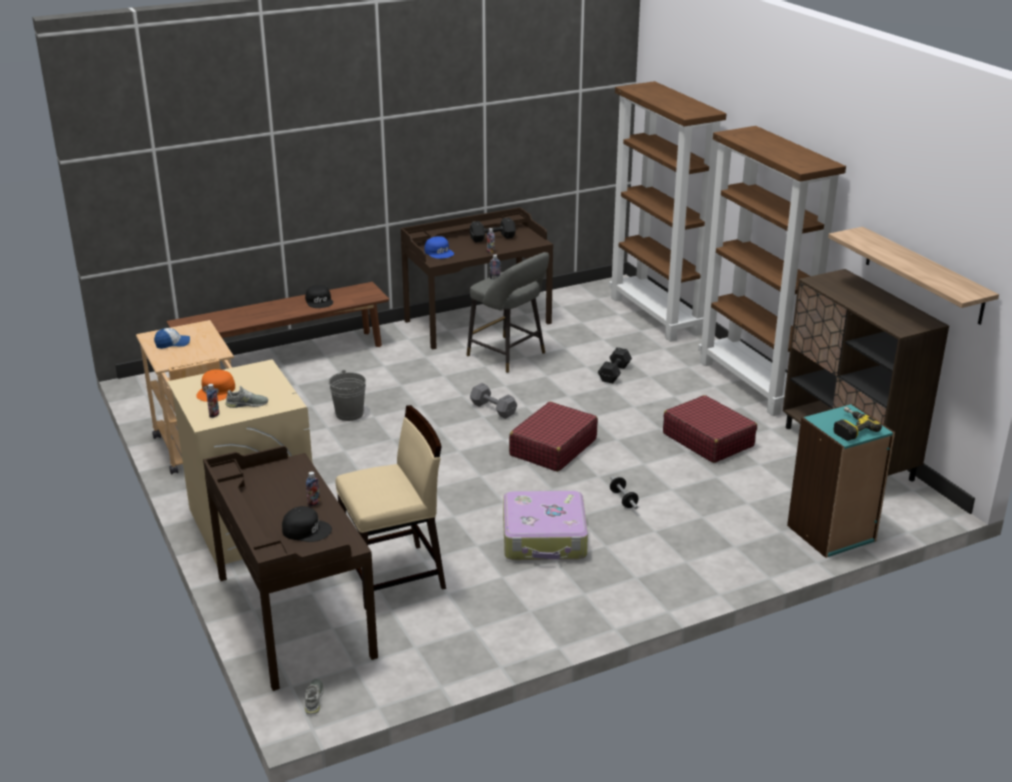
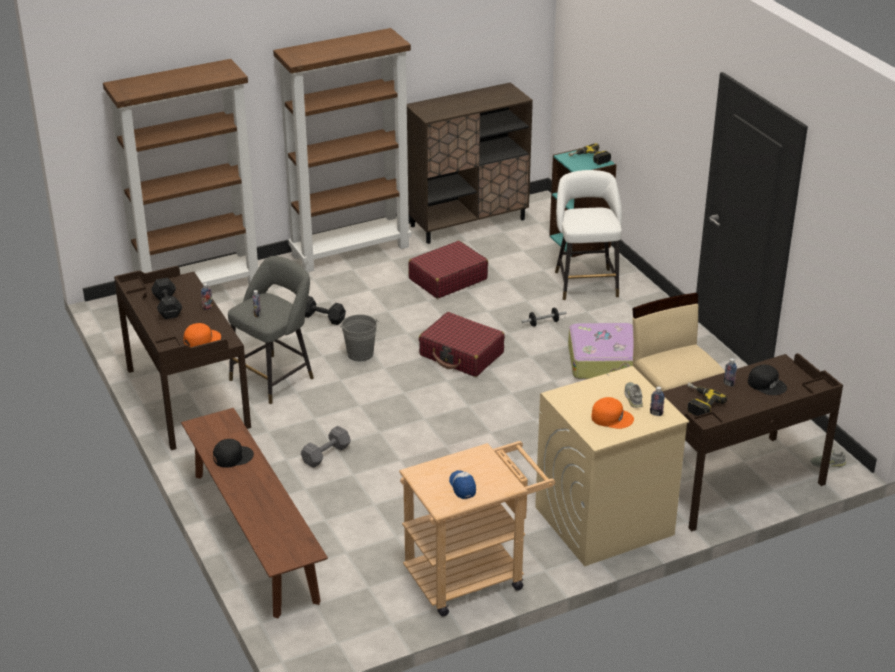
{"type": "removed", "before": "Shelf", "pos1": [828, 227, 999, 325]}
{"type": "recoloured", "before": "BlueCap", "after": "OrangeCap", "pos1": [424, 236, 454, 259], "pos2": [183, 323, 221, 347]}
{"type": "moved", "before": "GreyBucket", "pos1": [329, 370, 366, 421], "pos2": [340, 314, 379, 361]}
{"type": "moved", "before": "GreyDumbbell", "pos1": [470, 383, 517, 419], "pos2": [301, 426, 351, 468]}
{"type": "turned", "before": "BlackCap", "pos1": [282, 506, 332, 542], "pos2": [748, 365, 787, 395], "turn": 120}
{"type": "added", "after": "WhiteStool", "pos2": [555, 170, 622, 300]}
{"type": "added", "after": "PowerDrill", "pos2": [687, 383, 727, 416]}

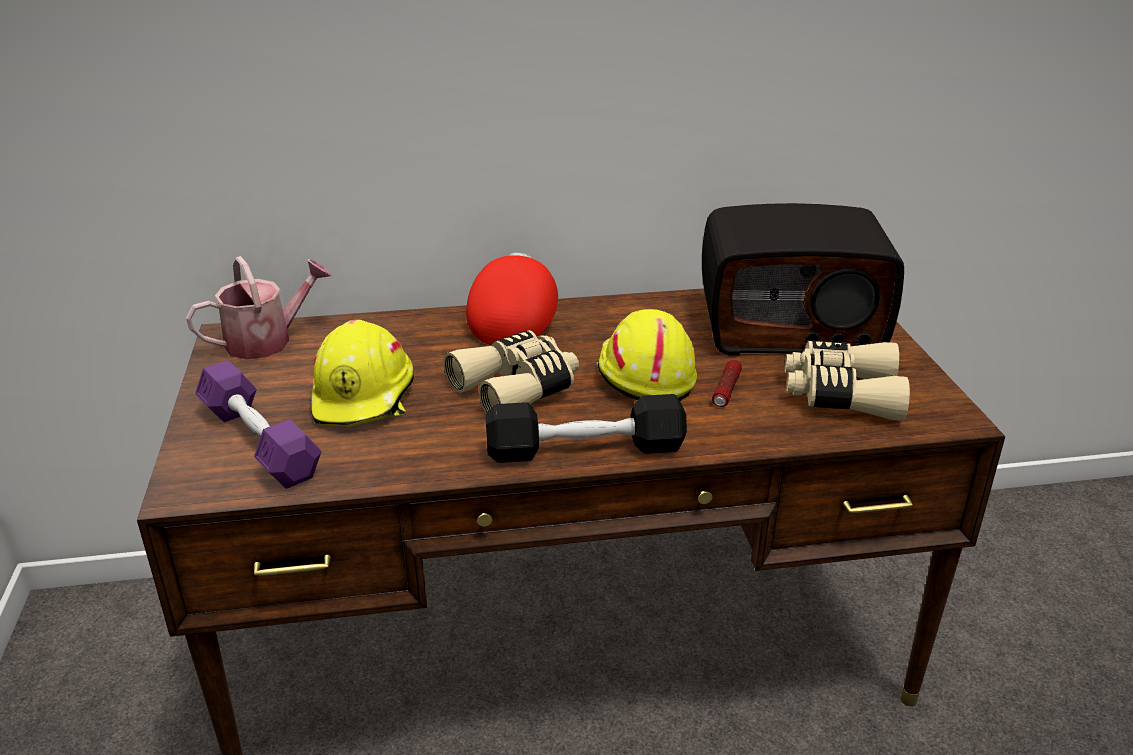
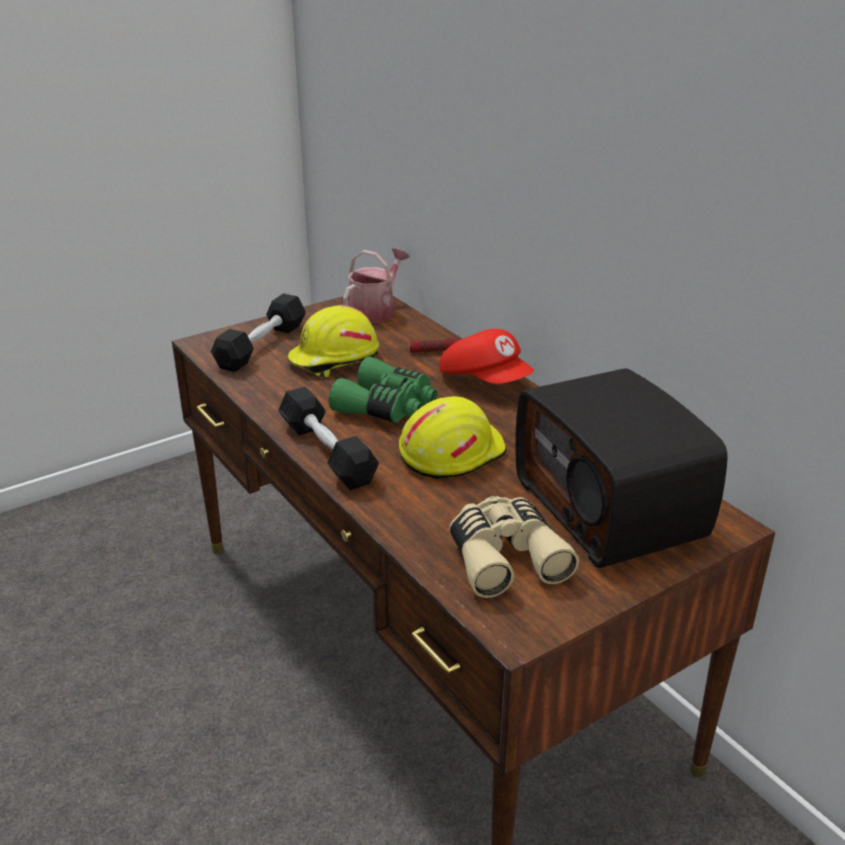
{"type": "turned", "before": "RedCap", "pos1": [466, 253, 558, 345], "pos2": [439, 329, 534, 384], "turn": 60}
{"type": "turned", "before": "WateringCan", "pos1": [186, 256, 332, 359], "pos2": [343, 248, 409, 323], "turn": -90}
{"type": "recoloured", "before": "BeigeBinoculars", "after": "GreenBinoculars", "pos1": [444, 330, 579, 413], "pos2": [328, 357, 438, 423]}
{"type": "recoloured", "before": "PurpleDumbbell", "after": "BlackDumbbell", "pos1": [195, 360, 321, 489], "pos2": [211, 294, 306, 372]}
{"type": "moved", "before": "Flashlight", "pos1": [712, 360, 742, 407], "pos2": [409, 338, 458, 353]}

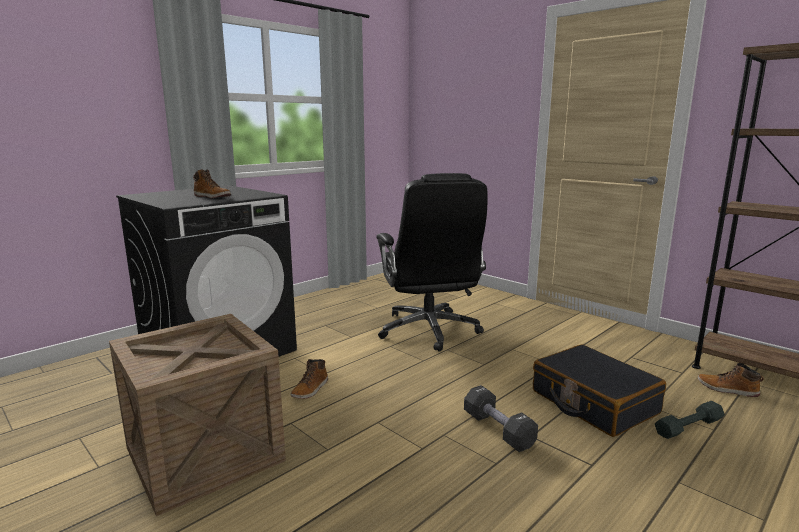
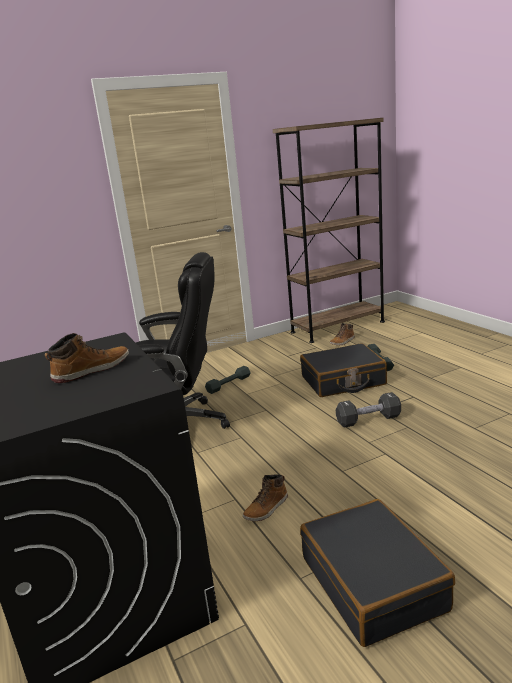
{"type": "replaced", "before": "Crate", "after": "BlackSuitcase", "pos1": [109, 314, 286, 516], "pos2": [300, 499, 455, 647]}
{"type": "turned", "before": "Boot", "pos1": [291, 359, 328, 399], "pos2": [243, 474, 288, 521], "turn": 90}
{"type": "added", "after": "GreyDumbbell", "pos2": [205, 366, 251, 394]}

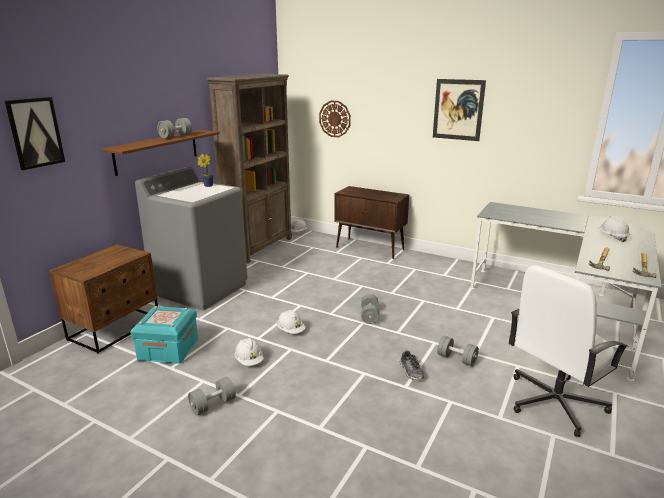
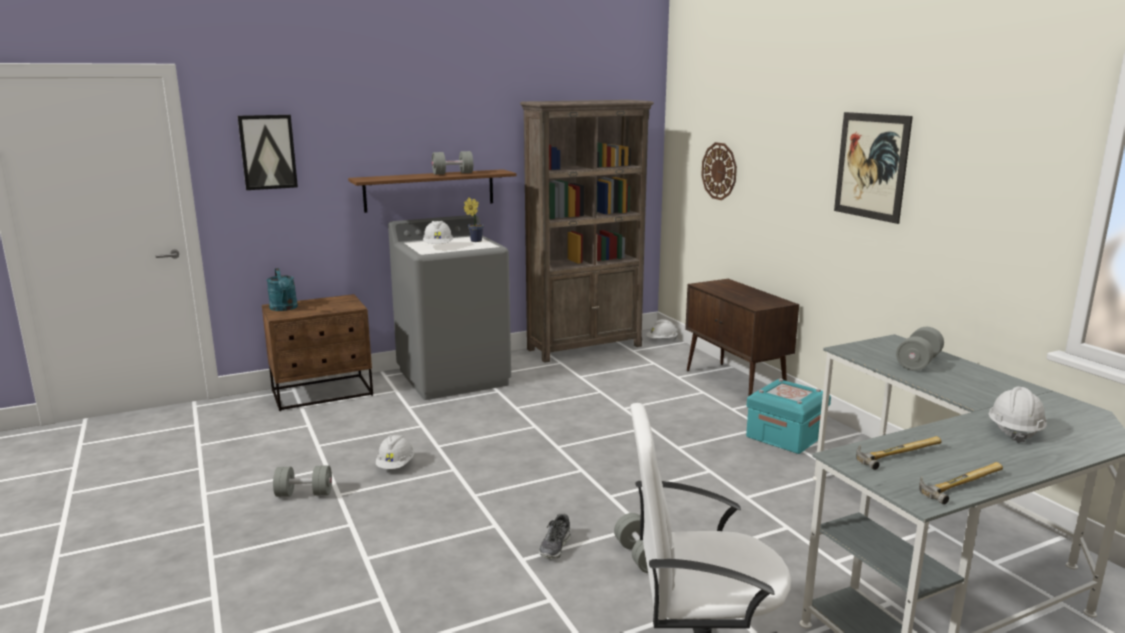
{"type": "moved", "before": "GreyDumbbell", "pos1": [361, 294, 379, 324], "pos2": [896, 327, 944, 371]}
{"type": "moved", "before": "TurquoiseStorageBox", "pos1": [130, 306, 198, 364], "pos2": [746, 379, 831, 454]}
{"type": "moved", "before": "WhiteHardHat", "pos1": [277, 310, 305, 334], "pos2": [423, 221, 453, 244]}
{"type": "added", "after": "TurquoiseWateringCan", "pos2": [267, 268, 298, 311]}

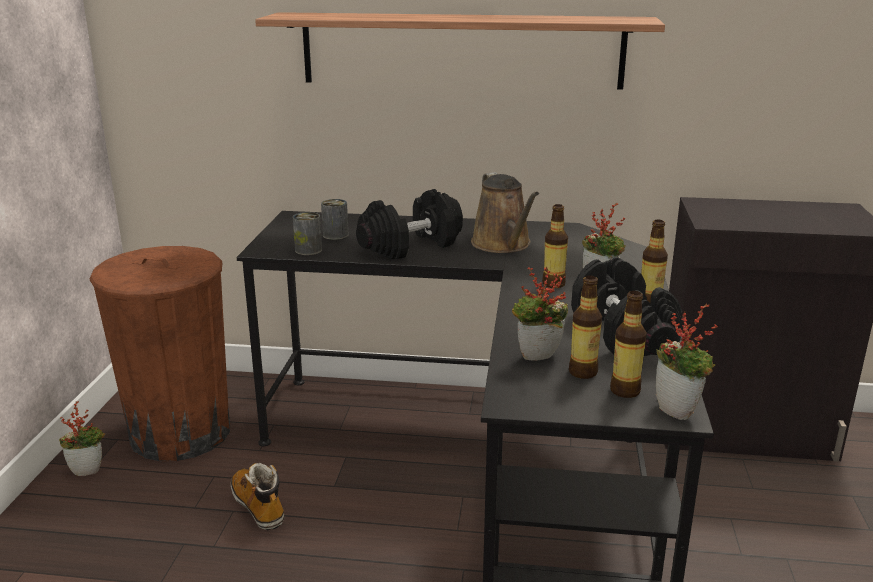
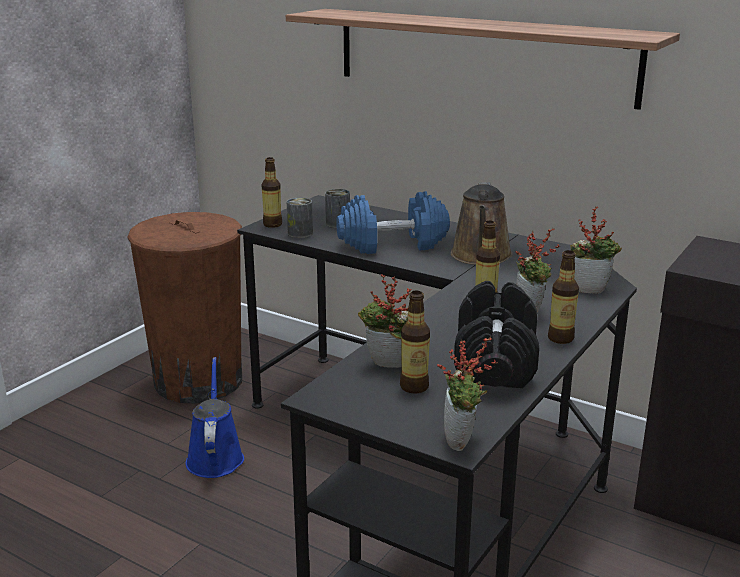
{"type": "recoloured", "before": "BlackDumbbell", "after": "BlueDumbbell", "pos1": [356, 189, 463, 260], "pos2": [336, 191, 450, 254]}
{"type": "moved", "before": "Bottle", "pos1": [610, 291, 647, 398], "pos2": [261, 157, 282, 228]}
{"type": "moved", "before": "PottedPlant", "pos1": [59, 401, 105, 476], "pos2": [570, 206, 622, 294]}
{"type": "replaced", "before": "Boot", "after": "BlueWateringCan", "pos1": [231, 463, 284, 530], "pos2": [186, 357, 244, 478]}

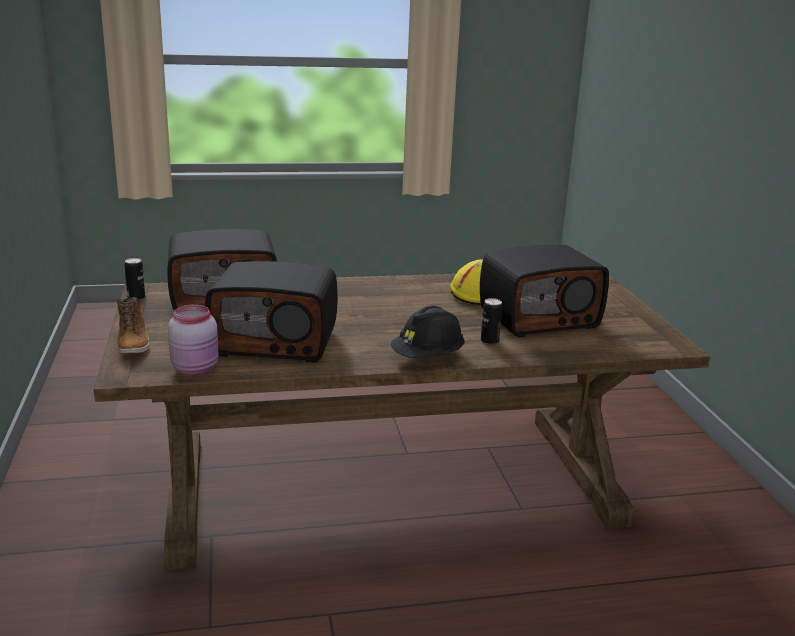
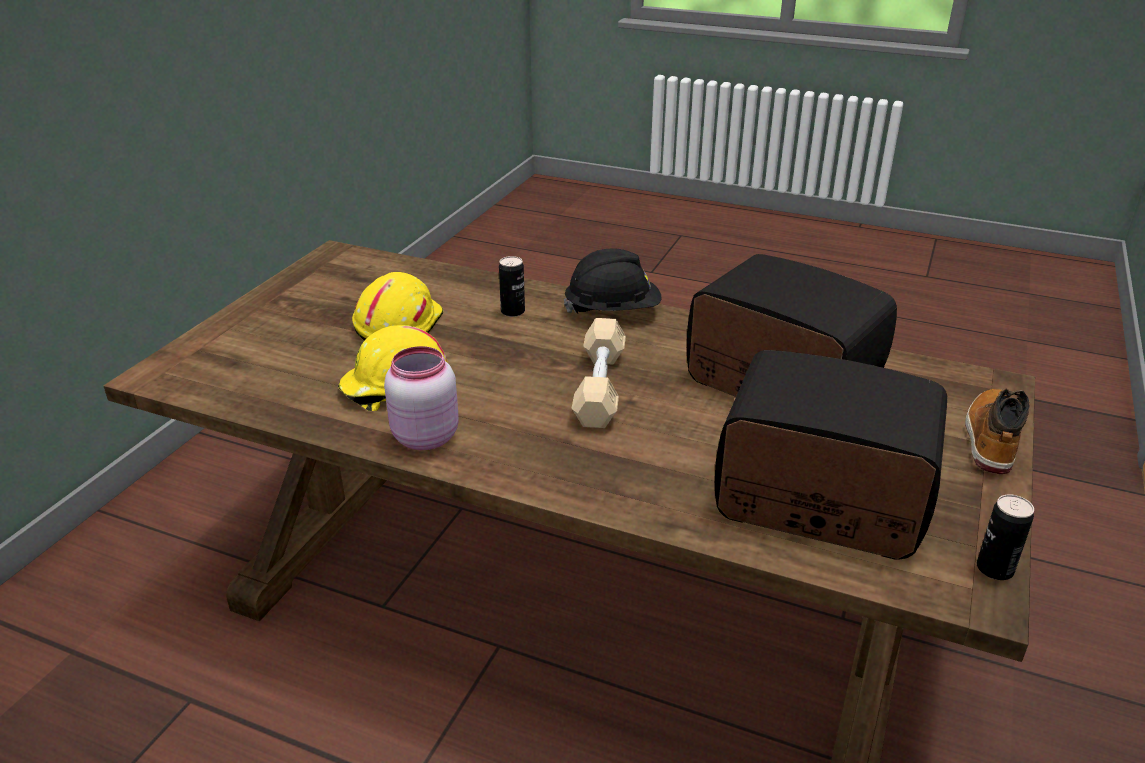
{"type": "replaced", "before": "Radio", "after": "YellowHardHat", "pos1": [480, 245, 609, 337], "pos2": [352, 272, 443, 340]}
{"type": "moved", "before": "PinkJar", "pos1": [168, 305, 219, 376], "pos2": [384, 346, 459, 450]}
{"type": "added", "after": "BeigeDumbbell", "pos2": [572, 318, 626, 428]}

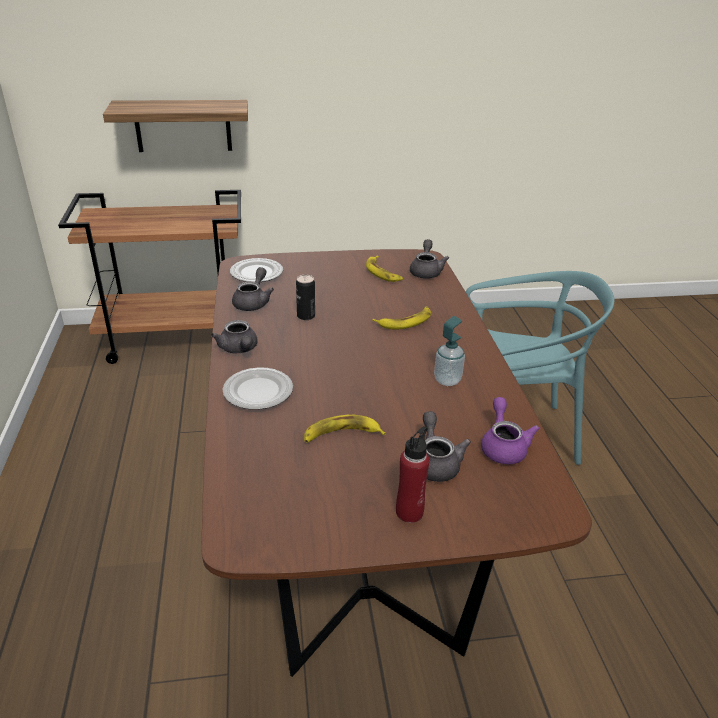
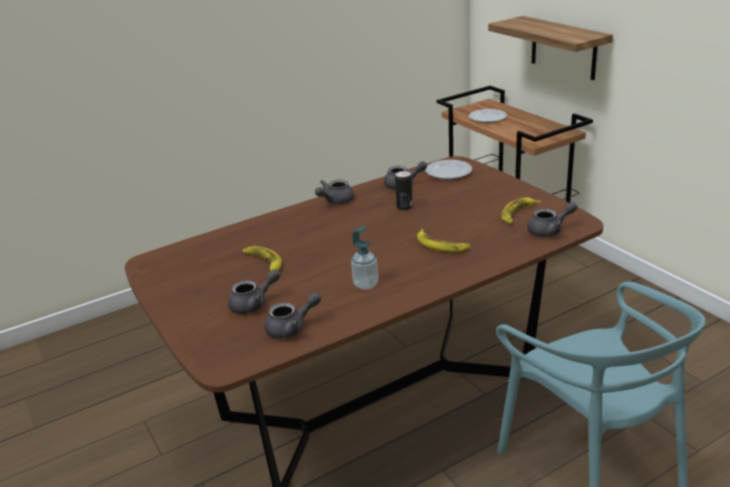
{"type": "moved", "before": "Plate", "pos1": [223, 367, 293, 410], "pos2": [469, 109, 507, 123]}
{"type": "recoloured", "before": "PurpleTeapot", "after": "GreyTeapot", "pos1": [481, 397, 539, 464], "pos2": [264, 292, 321, 339]}
{"type": "removed", "before": "RedBottle", "pos1": [396, 426, 430, 523]}

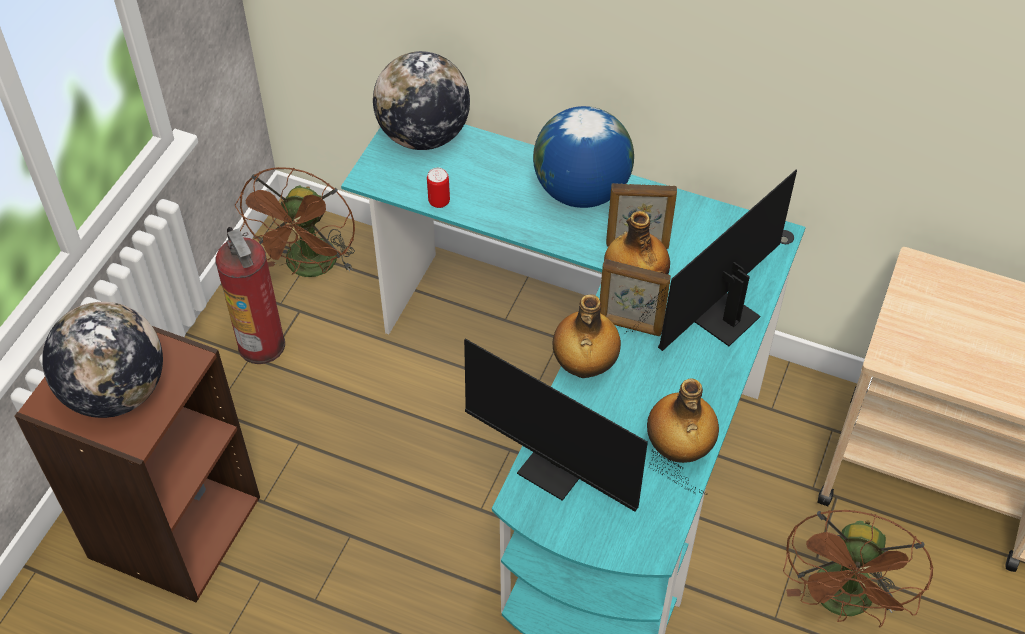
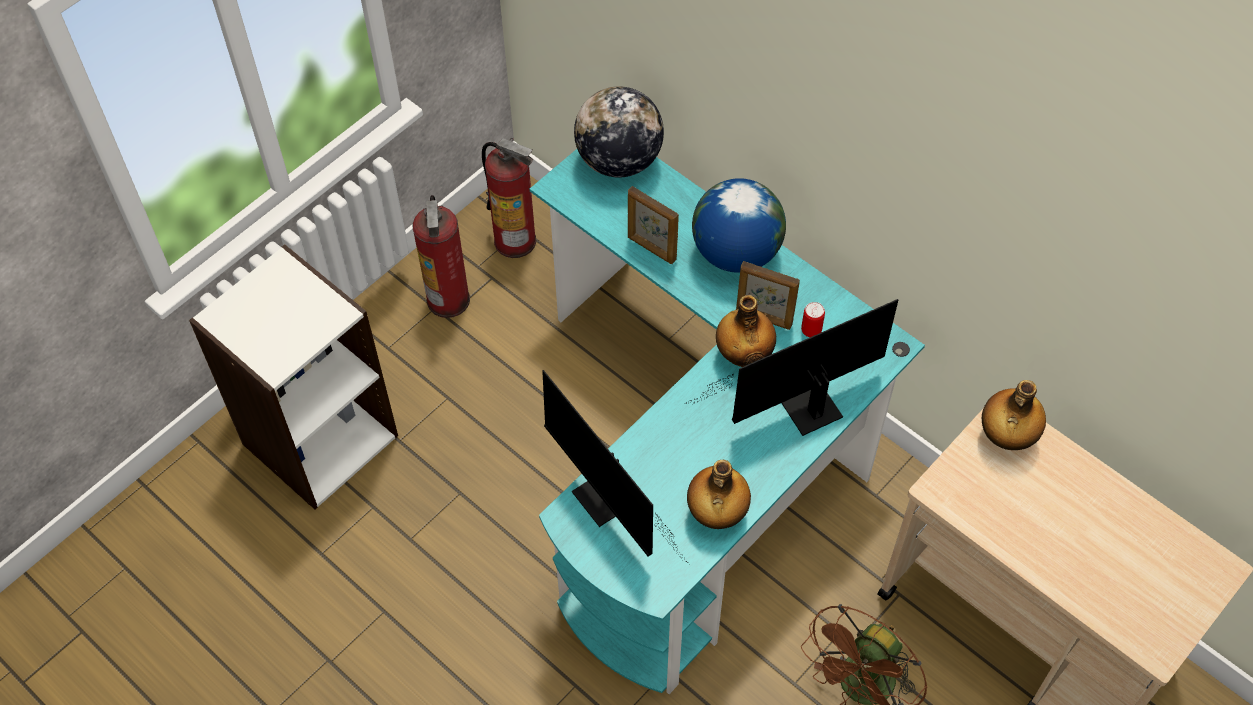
{"type": "replaced", "before": "BrownFan", "after": "FireExtinguisher", "pos1": [235, 167, 355, 277], "pos2": [482, 138, 536, 258]}
{"type": "moved", "before": "Can", "pos1": [427, 168, 450, 208], "pos2": [801, 302, 825, 337]}
{"type": "moved", "before": "PictureFrame", "pos1": [600, 259, 671, 336], "pos2": [628, 186, 679, 264]}
{"type": "moved", "before": "Bottle", "pos1": [553, 295, 621, 378], "pos2": [982, 380, 1046, 450]}
{"type": "removed", "before": "Globe", "pos1": [42, 302, 163, 418]}
{"type": "recoloured", "before": "BrownBookcase", "after": "WhiteBookcase", "pos1": [15, 326, 260, 603], "pos2": [189, 245, 398, 509]}

